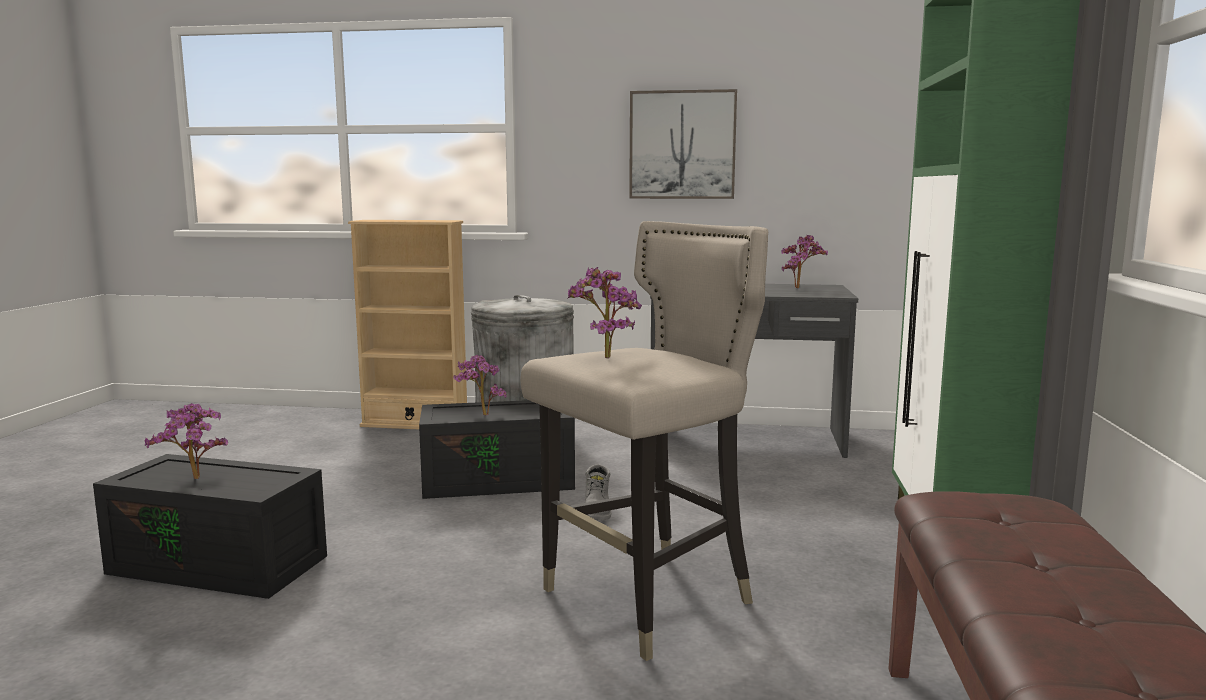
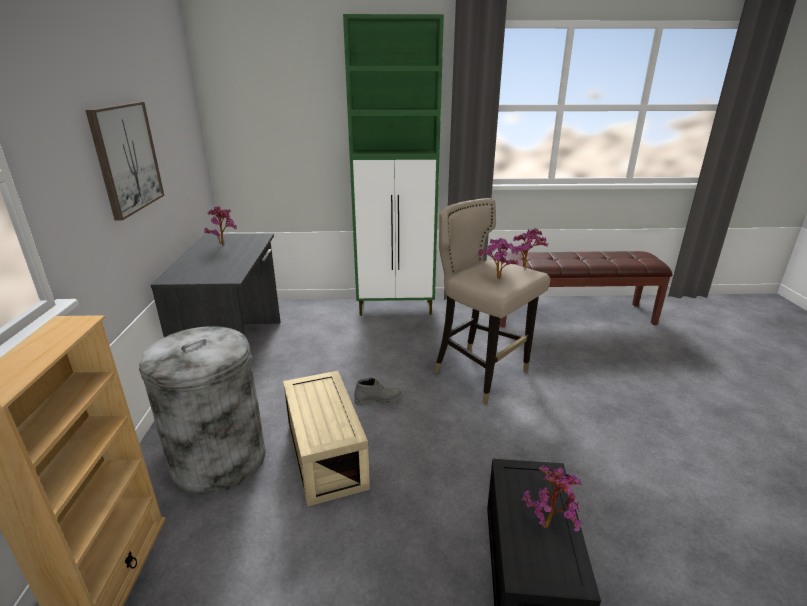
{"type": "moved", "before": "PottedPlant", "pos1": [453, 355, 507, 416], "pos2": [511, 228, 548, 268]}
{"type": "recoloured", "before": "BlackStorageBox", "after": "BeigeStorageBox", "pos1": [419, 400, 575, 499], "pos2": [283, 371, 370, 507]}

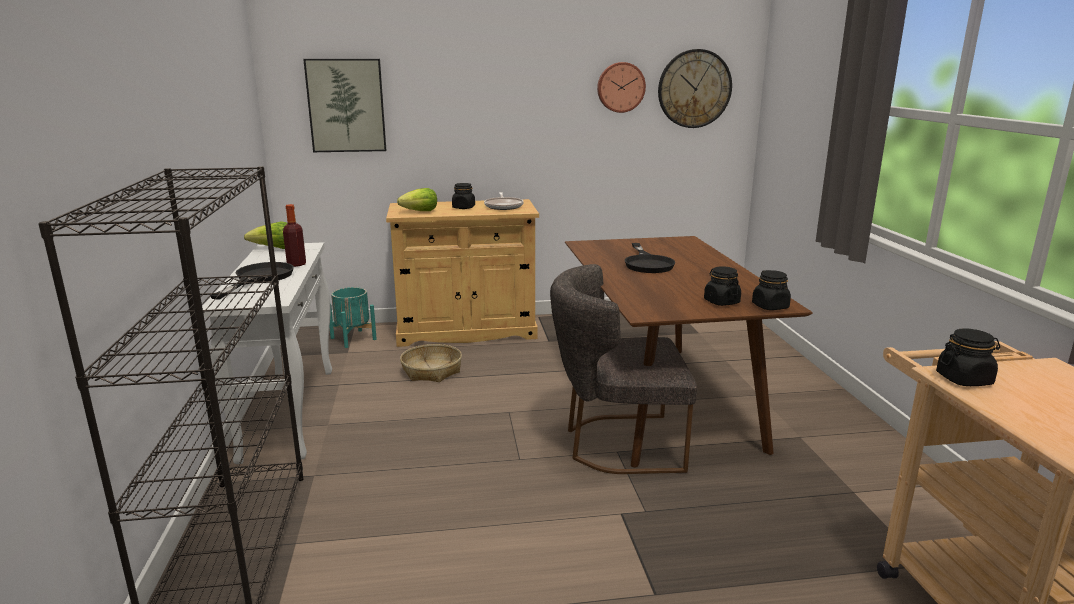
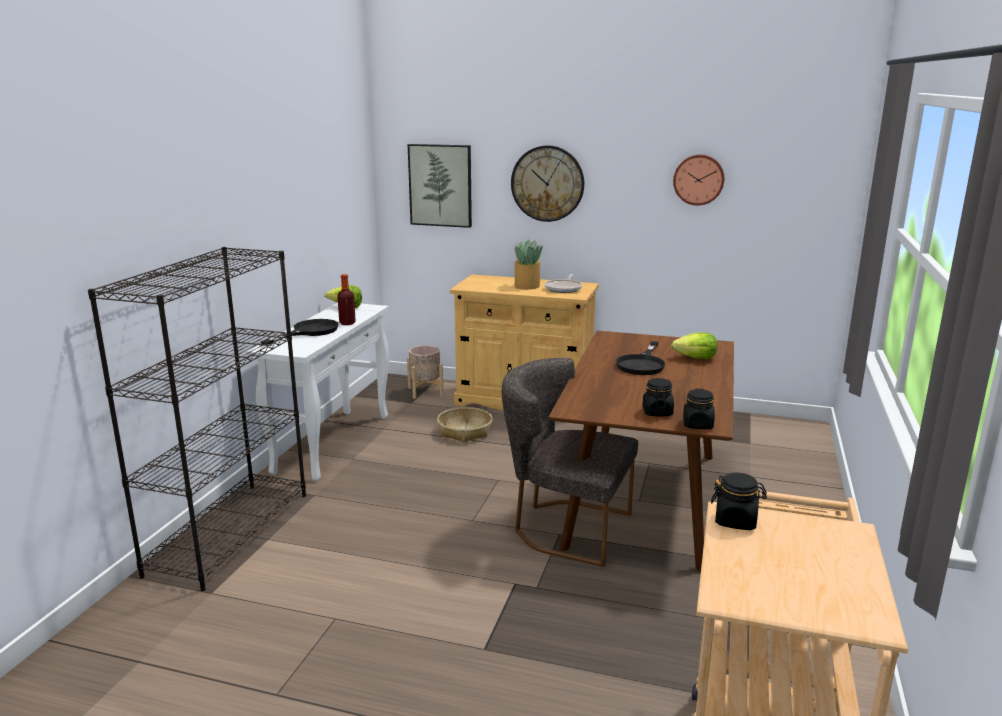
{"type": "moved", "before": "WallClock", "pos1": [658, 49, 732, 128], "pos2": [511, 145, 584, 222]}
{"type": "replaced", "before": "BlackJar", "after": "PottedPlant", "pos1": [452, 183, 475, 209], "pos2": [514, 240, 543, 290]}
{"type": "moved", "before": "Lettuce", "pos1": [397, 188, 437, 211], "pos2": [671, 333, 718, 359]}
{"type": "recoloured", "before": "TurquoisePlanter", "after": "BeigePlanter", "pos1": [330, 287, 377, 348], "pos2": [407, 346, 444, 399]}

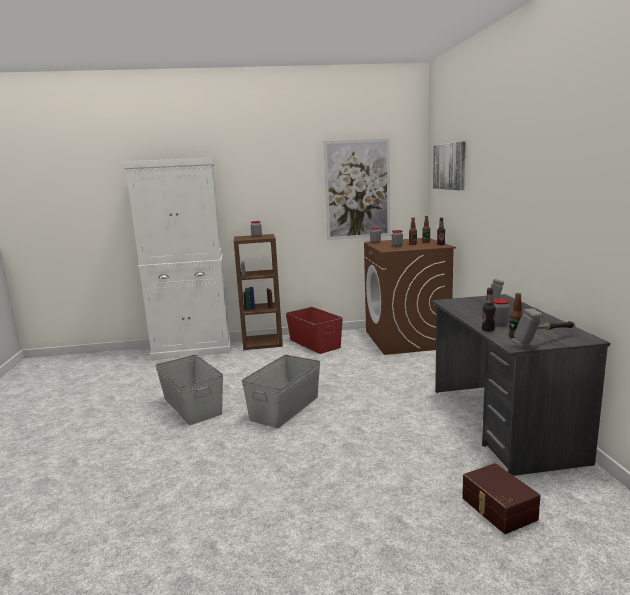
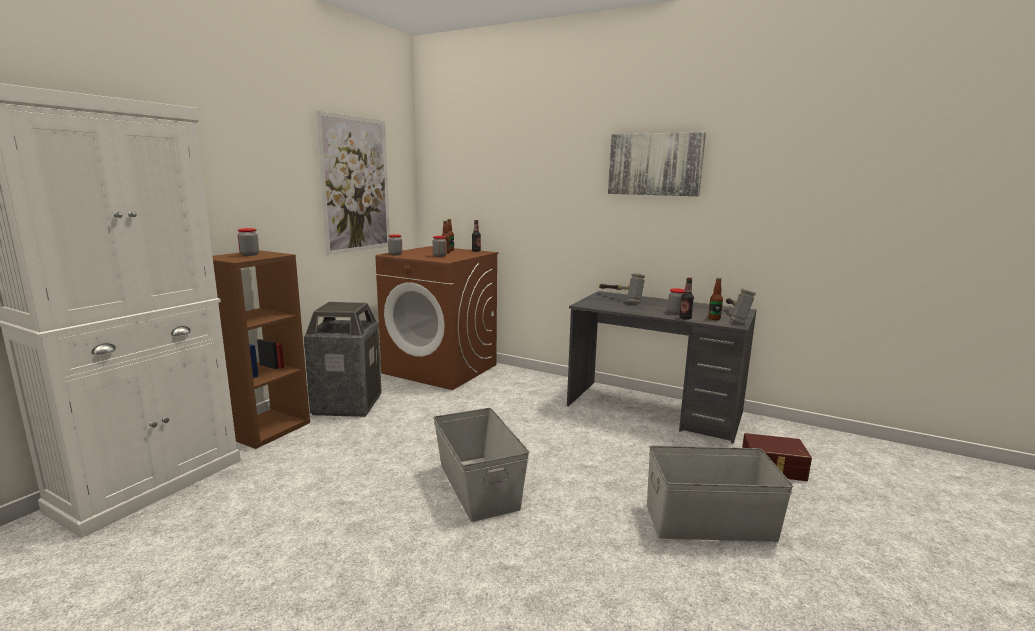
{"type": "moved", "before": "Picture", "pos1": [433, 141, 466, 190], "pos2": [608, 132, 706, 196]}
{"type": "replaced", "before": "RedStorageBox", "after": "TrashCan", "pos1": [286, 307, 343, 354], "pos2": [304, 302, 382, 417]}
{"type": "moved", "before": "GreyStorageBox", "pos1": [155, 355, 224, 425], "pos2": [647, 446, 793, 542]}

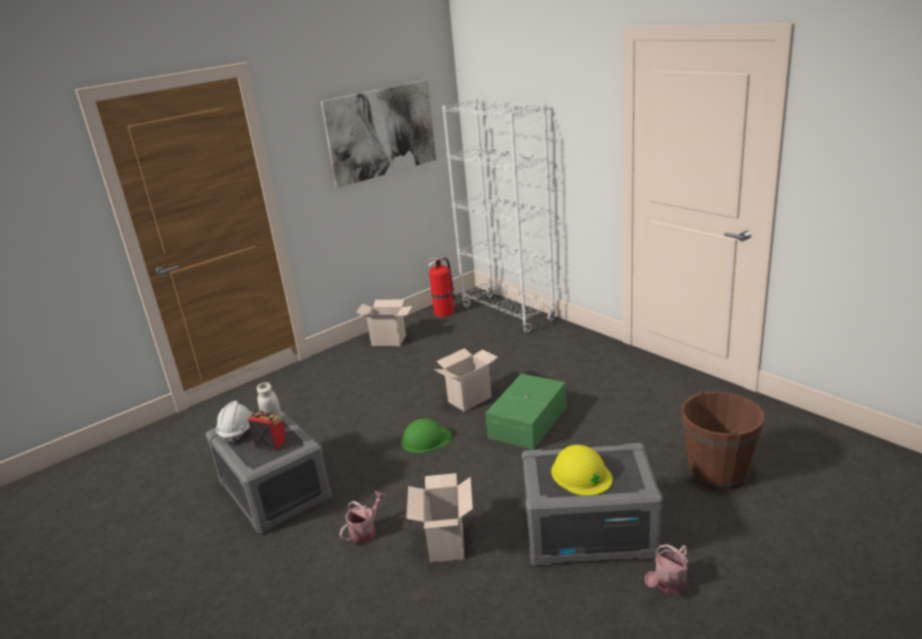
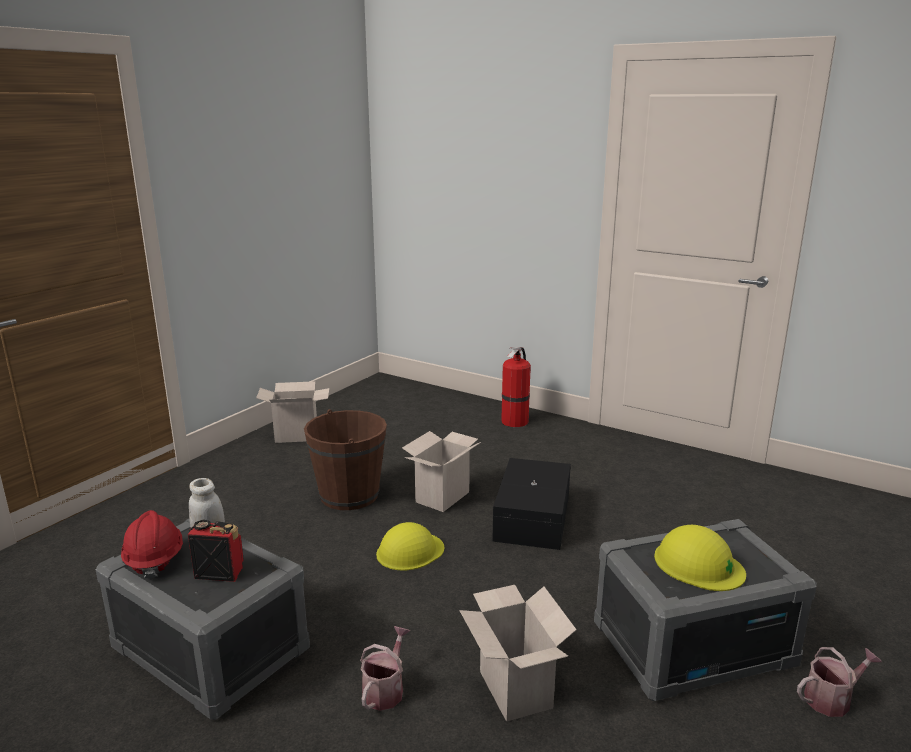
{"type": "removed", "before": "Picture", "pos1": [321, 80, 436, 188]}
{"type": "removed", "before": "WhiteBookcase", "pos1": [442, 98, 556, 333]}
{"type": "moved", "before": "FireExtinguisher", "pos1": [428, 257, 456, 317], "pos2": [501, 347, 531, 427]}
{"type": "recoloured", "before": "GreenStorageBox", "after": "BlackStorageBox", "pos1": [486, 374, 566, 450], "pos2": [492, 458, 571, 550]}
{"type": "moved", "before": "BrownBucket", "pos1": [681, 390, 764, 490], "pos2": [304, 409, 387, 510]}
{"type": "recoloured", "before": "WhiteHardHat", "after": "RedHardHat", "pos1": [216, 401, 254, 444], "pos2": [121, 510, 183, 580]}
{"type": "recoloured", "before": "GreenHardHat", "after": "YellowHardHat", "pos1": [401, 419, 452, 453], "pos2": [376, 522, 444, 571]}
{"type": "turned", "before": "WateringCan", "pos1": [645, 544, 688, 593], "pos2": [797, 647, 882, 717], "turn": -135}

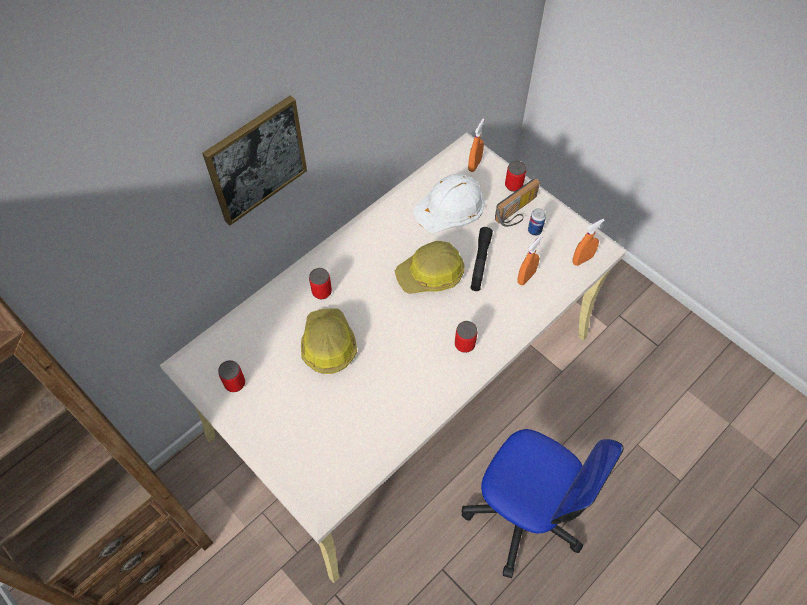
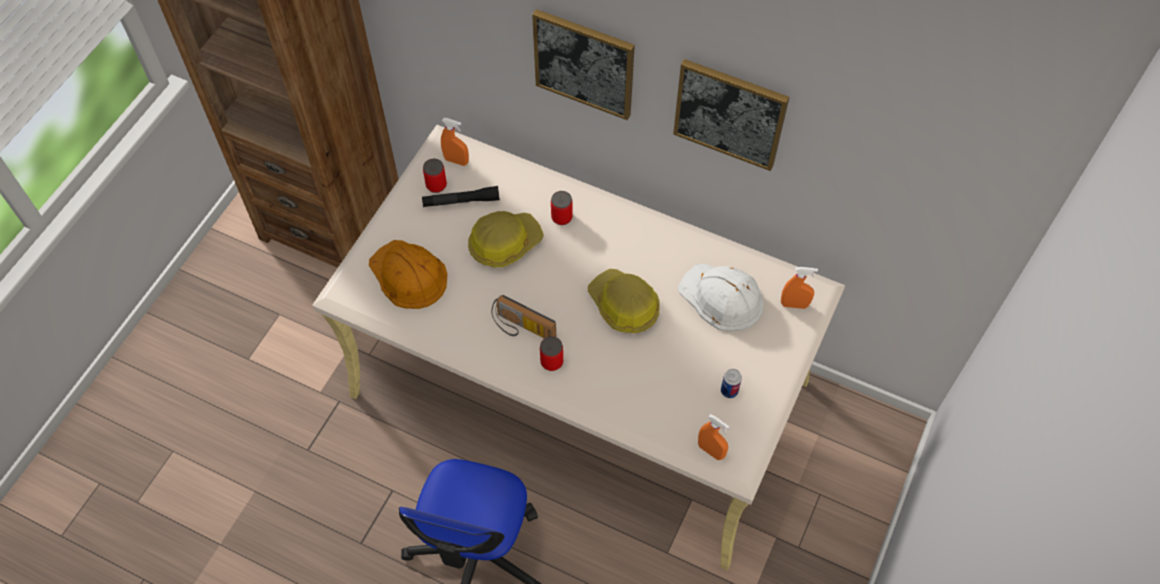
{"type": "removed", "before": "Can", "pos1": [505, 161, 526, 192]}
{"type": "moved", "before": "Radio", "pos1": [495, 178, 540, 227], "pos2": [492, 295, 556, 338]}
{"type": "moved", "before": "BlackFlashlight", "pos1": [470, 227, 493, 291], "pos2": [422, 186, 500, 207]}
{"type": "moved", "before": "OrangeSprayBottle", "pos1": [517, 235, 543, 285], "pos2": [441, 118, 469, 166]}
{"type": "added", "after": "Picture", "pos2": [673, 59, 789, 171]}
{"type": "added", "after": "OrangeHardHat", "pos2": [369, 240, 447, 309]}

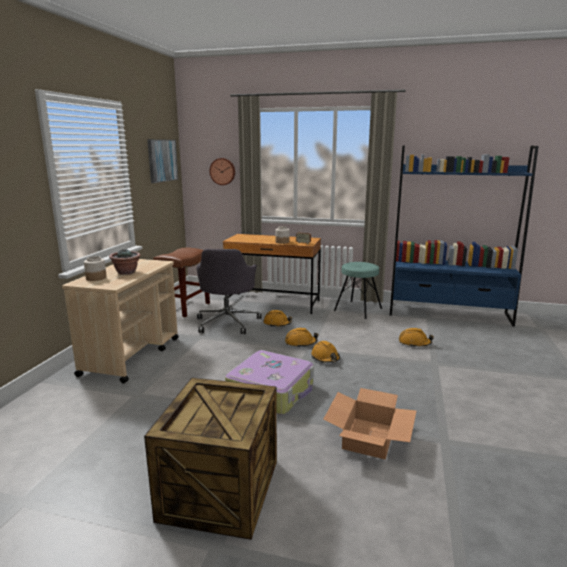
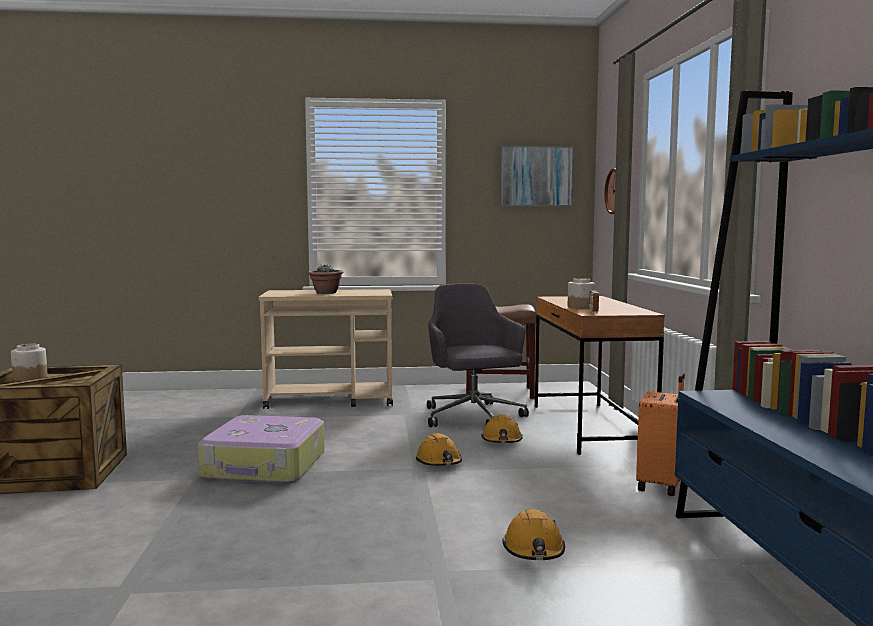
{"type": "turned", "before": "GreyOfficeChair", "pos1": [196, 249, 261, 334], "pos2": [427, 283, 529, 427], "turn": 90}
{"type": "moved", "before": "Jar", "pos1": [84, 256, 107, 281], "pos2": [11, 344, 48, 381]}
{"type": "replaced", "before": "TurquoiseStool", "after": "OrangeSuitcase", "pos1": [334, 262, 382, 319], "pos2": [636, 373, 685, 496]}
{"type": "removed", "before": "OrangeHardHat", "pos1": [311, 341, 340, 363]}
{"type": "removed", "before": "CardboardBox", "pos1": [323, 388, 416, 460]}

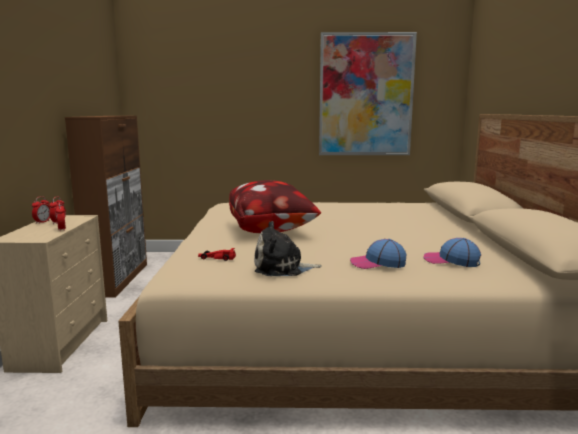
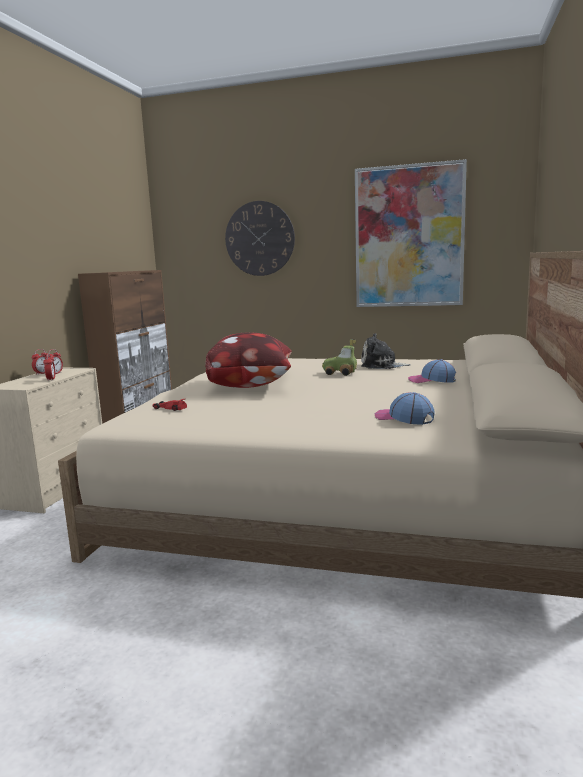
{"type": "moved", "before": "PlushToy", "pos1": [254, 221, 322, 276], "pos2": [361, 333, 410, 369]}
{"type": "moved", "before": "Cap", "pos1": [350, 239, 406, 269], "pos2": [408, 359, 456, 383]}
{"type": "added", "after": "WallClock", "pos2": [225, 201, 295, 276]}
{"type": "added", "after": "ToyCar", "pos2": [322, 339, 357, 376]}

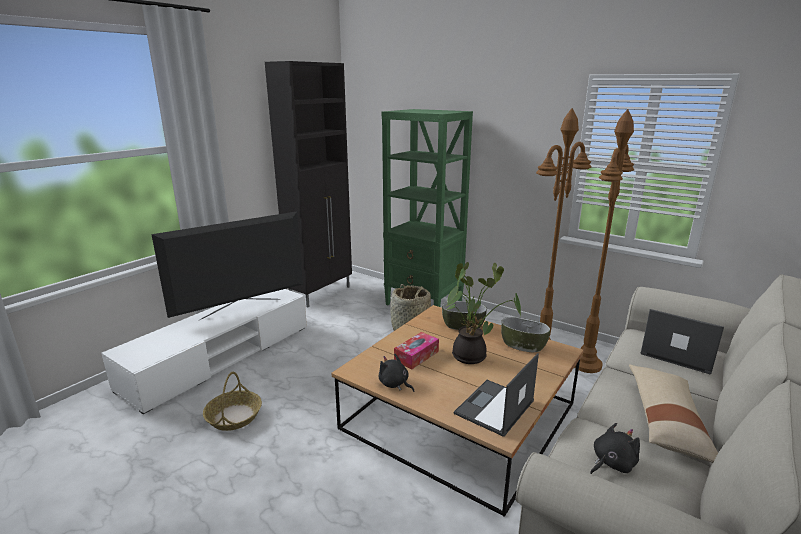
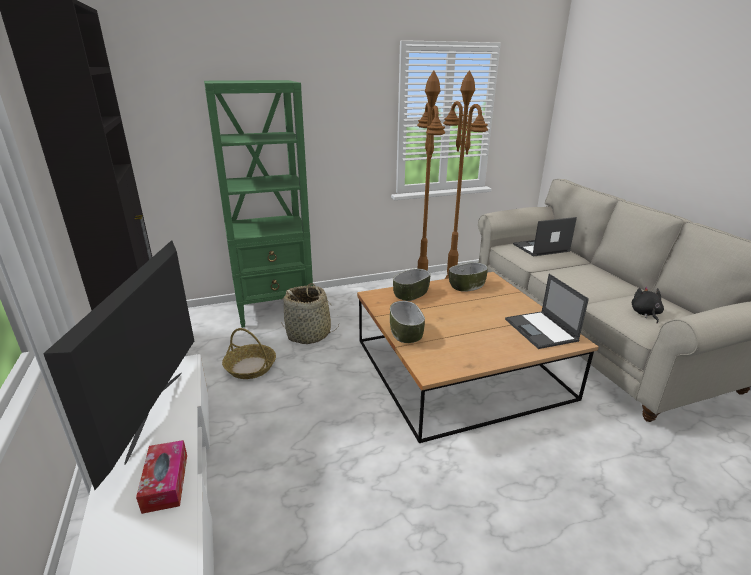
{"type": "removed", "before": "PottedPlant", "pos1": [447, 262, 521, 364]}
{"type": "moved", "before": "TissueBox", "pos1": [394, 332, 439, 369], "pos2": [136, 440, 187, 514]}
{"type": "removed", "before": "BlackPlushToy", "pos1": [379, 354, 414, 392]}
{"type": "removed", "before": "BeigePillow", "pos1": [629, 364, 718, 463]}
{"type": "moved", "before": "Basket", "pos1": [203, 372, 262, 431], "pos2": [222, 328, 276, 379]}
{"type": "added", "after": "Bowl", "pos2": [390, 301, 425, 343]}

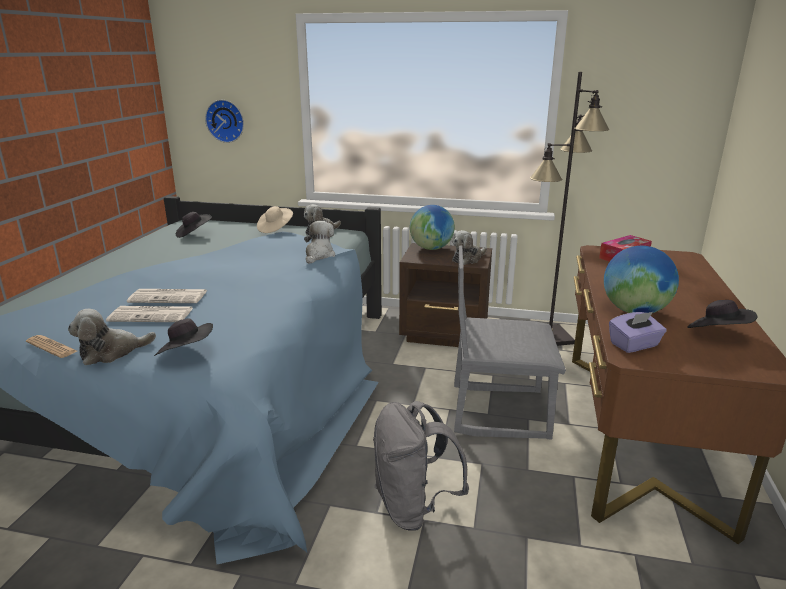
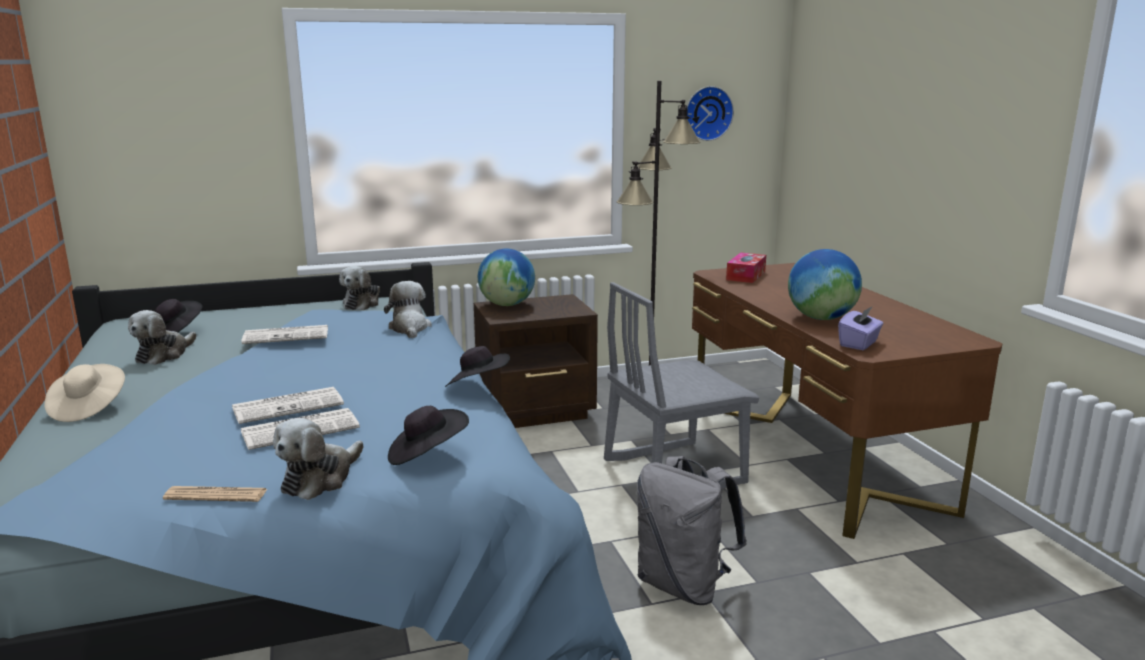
{"type": "moved", "before": "WallClock", "pos1": [205, 100, 244, 143], "pos2": [687, 86, 734, 141]}
{"type": "moved", "before": "BeigeHat", "pos1": [257, 206, 293, 233], "pos2": [45, 364, 125, 422]}
{"type": "moved", "before": "PlushToy", "pos1": [452, 230, 487, 265], "pos2": [128, 310, 196, 365]}
{"type": "moved", "before": "BlackHat", "pos1": [687, 300, 757, 328], "pos2": [445, 346, 510, 387]}
{"type": "added", "after": "Newspaper", "pos2": [241, 325, 328, 344]}

